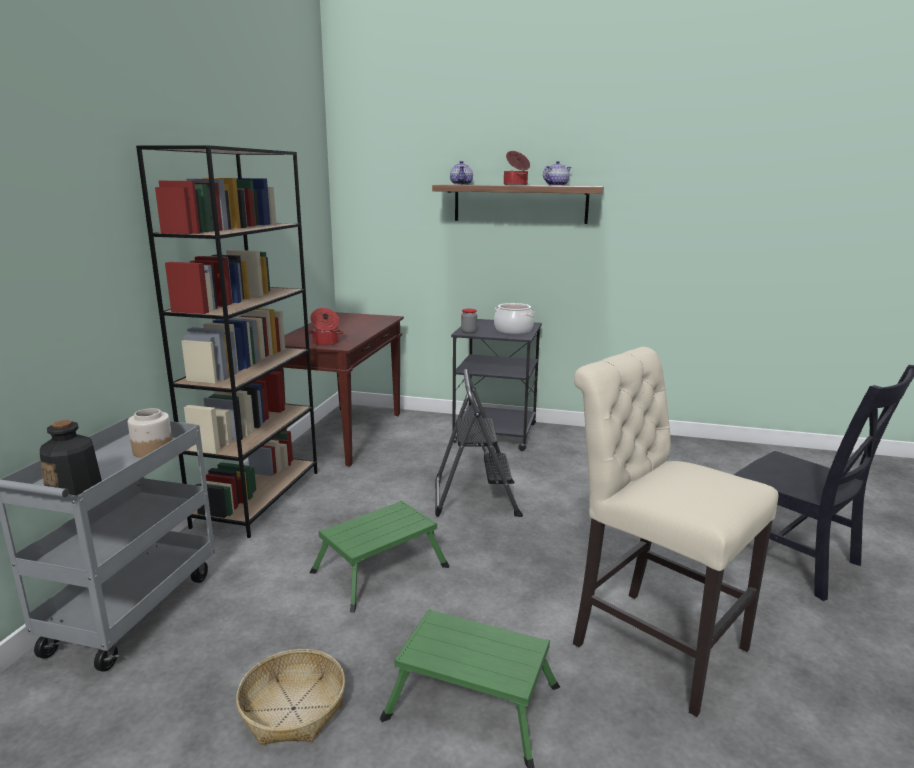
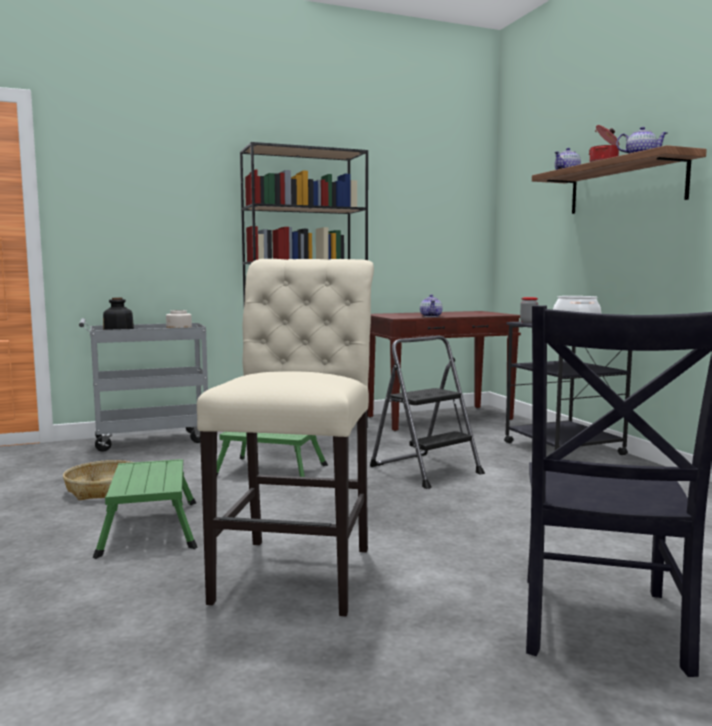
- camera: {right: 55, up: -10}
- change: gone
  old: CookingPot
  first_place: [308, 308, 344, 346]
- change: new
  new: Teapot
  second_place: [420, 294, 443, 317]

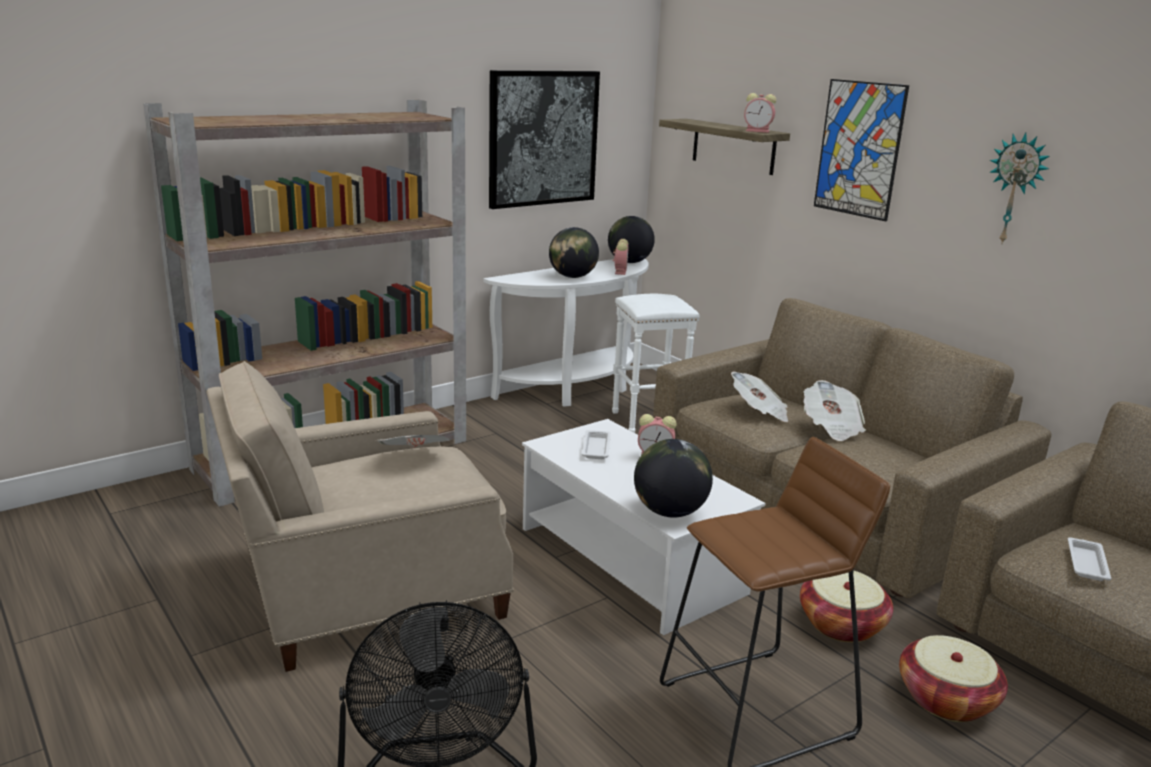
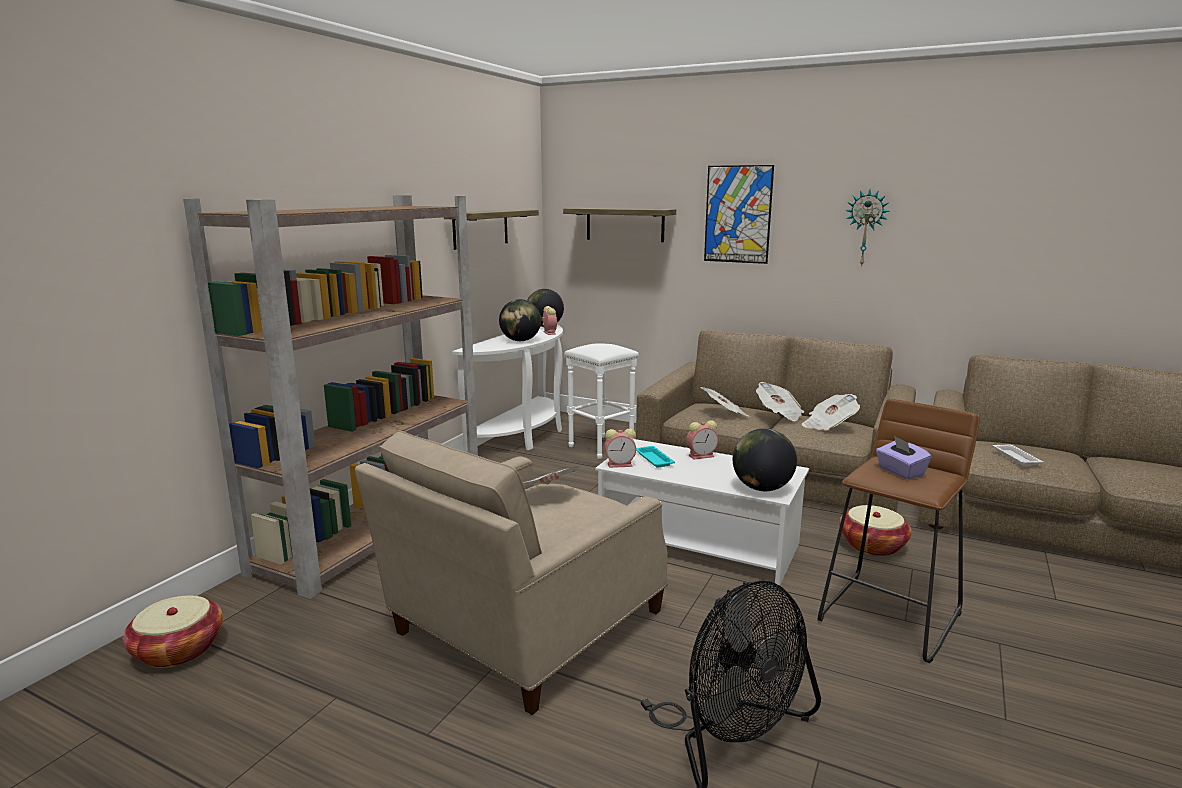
- camera: {right: -25, up: -5}
- change: new
  new: Newspaper
  second_place: [802, 394, 860, 431]
- change: new
  new: PurpleTissueBox
  second_place: [876, 436, 932, 479]
- change: shifted
  old: AlarmClock
  first_place: [744, 93, 776, 133]
  second_place: [604, 429, 636, 468]
- change: shifted
  old: Basket
  first_place: [899, 635, 1008, 722]
  second_place: [123, 596, 223, 668]
- change: swapped
  old: Picture
  new: Shelf
  first_place: [489, 70, 600, 209]
  second_place: [444, 209, 539, 250]
- change: repainted
  old: WhiteTray
  new: TurquoiseTray
  first_place: [582, 430, 611, 459]
  second_place: [636, 446, 675, 468]

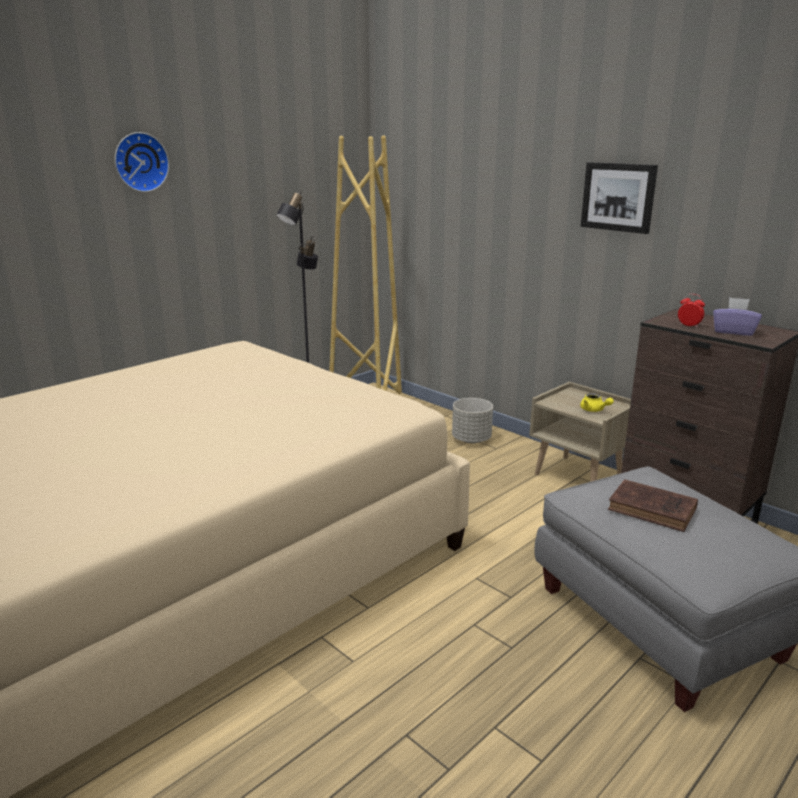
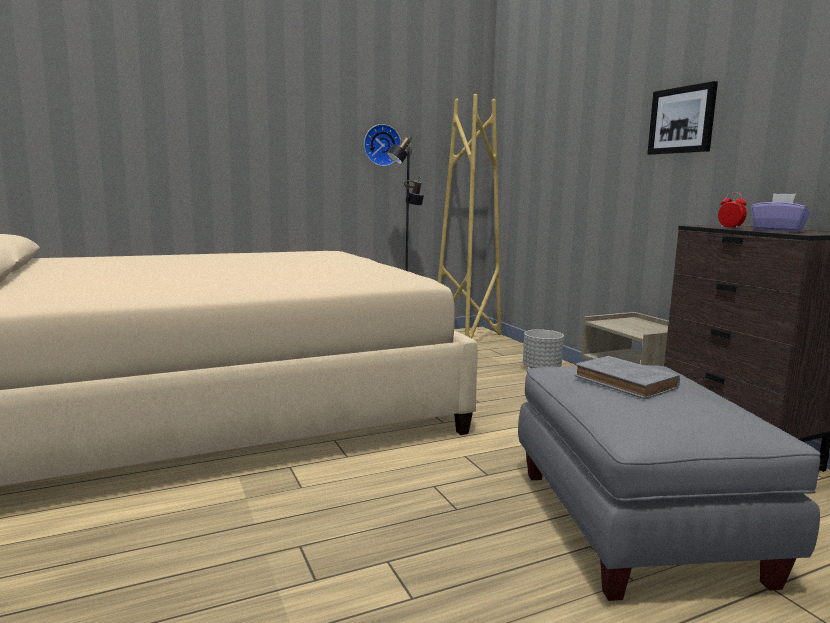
- camera: {right: 20, up: -10}
- change: gone
  old: YellowTeapot
  first_place: [580, 393, 614, 412]
- change: shifted
  old: WallClock
  first_place: [115, 132, 169, 192]
  second_place: [364, 124, 401, 166]
- change: repainted
  old: BrownBook
  new: GreyBook
  first_place: [608, 479, 698, 532]
  second_place: [574, 356, 680, 399]

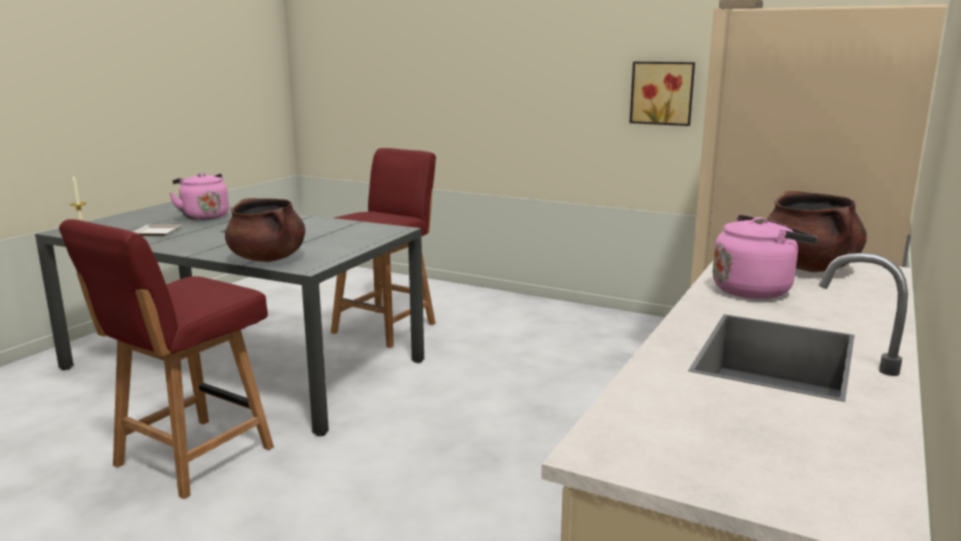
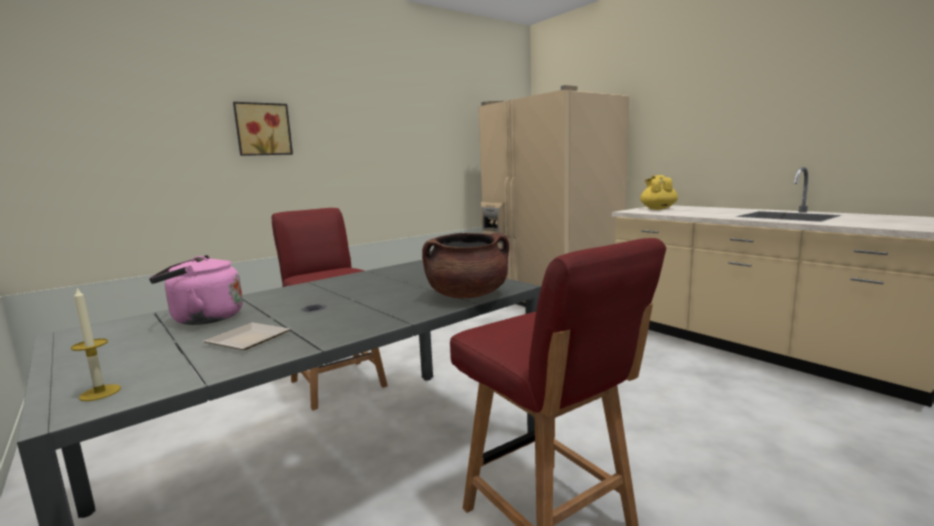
- camera: {right: -65, up: -5}
- change: gone
  old: PinkKettle
  first_place: [712, 215, 817, 299]
- change: shifted
  old: Picture
  first_place: [630, 62, 695, 126]
  second_place: [233, 102, 293, 156]
- change: swapped
  old: BrownCookingPot
  new: YellowTeapot
  first_place: [766, 191, 867, 272]
  second_place: [640, 175, 678, 210]

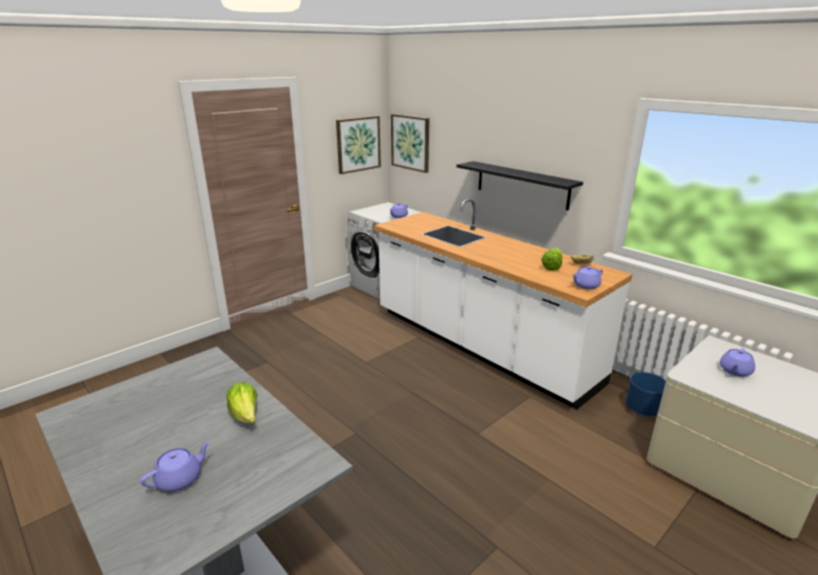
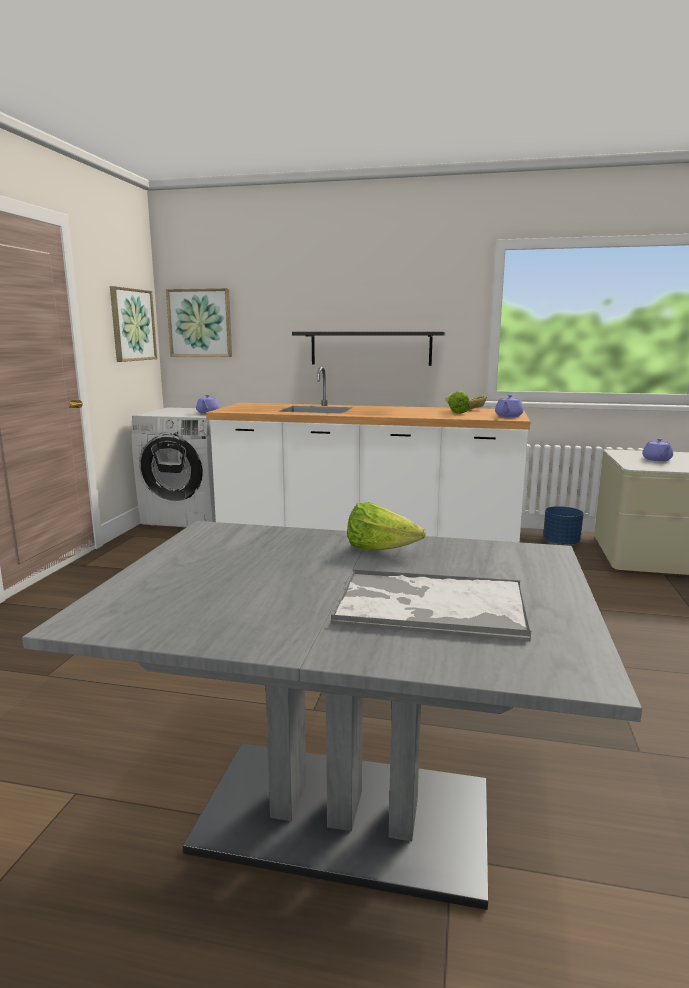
- camera: {right: -35, up: -10}
- change: swapped
  old: PurpleTeapot
  new: Tray
  first_place: [140, 441, 210, 492]
  second_place: [331, 569, 531, 642]

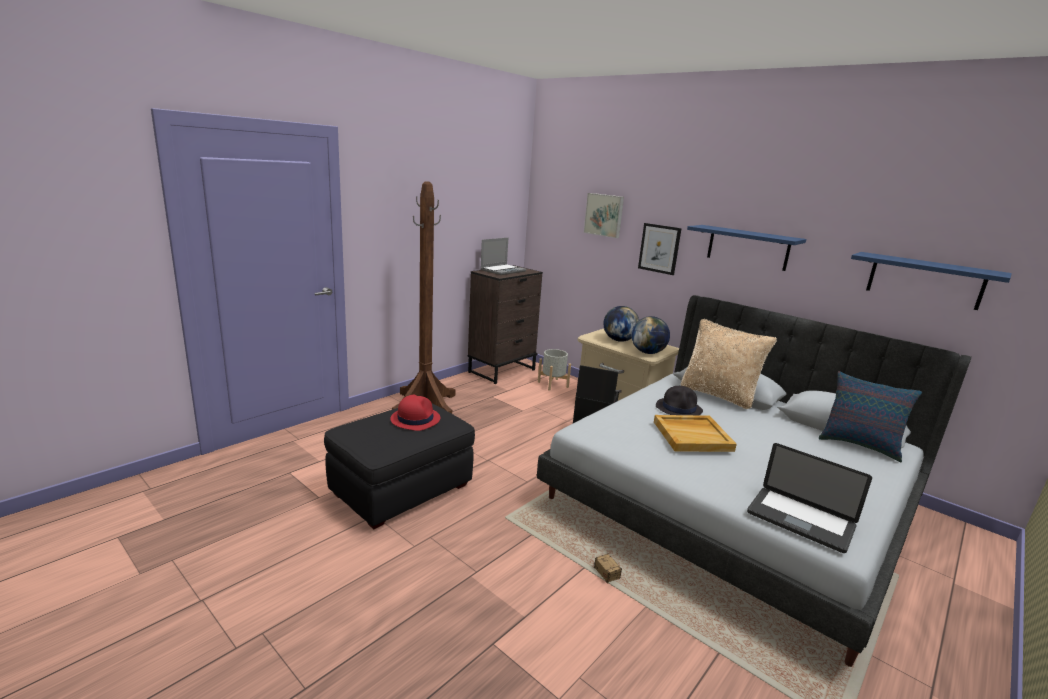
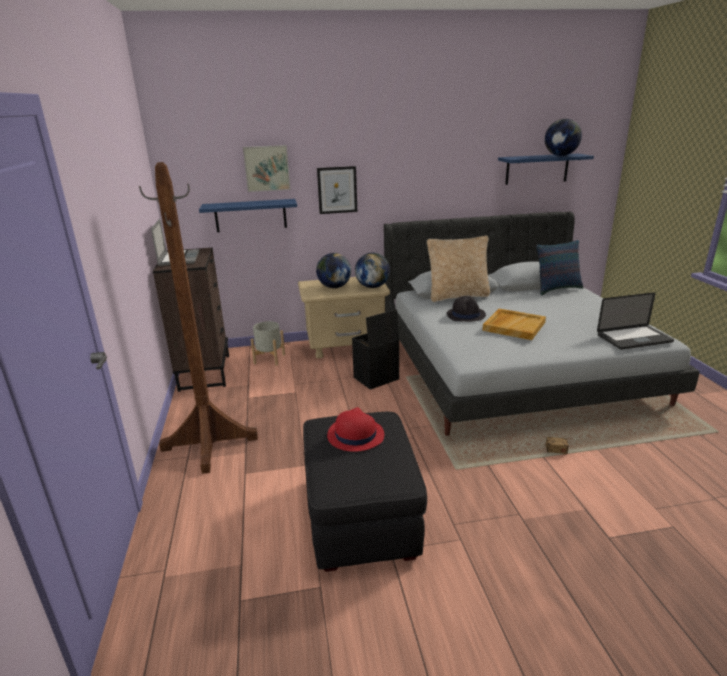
- camera: {right: -50, up: 5}
- change: new
  new: Globe
  second_place: [545, 119, 582, 156]
- change: shifted
  old: BlueShelf
  first_place: [687, 225, 806, 271]
  second_place: [199, 199, 297, 232]

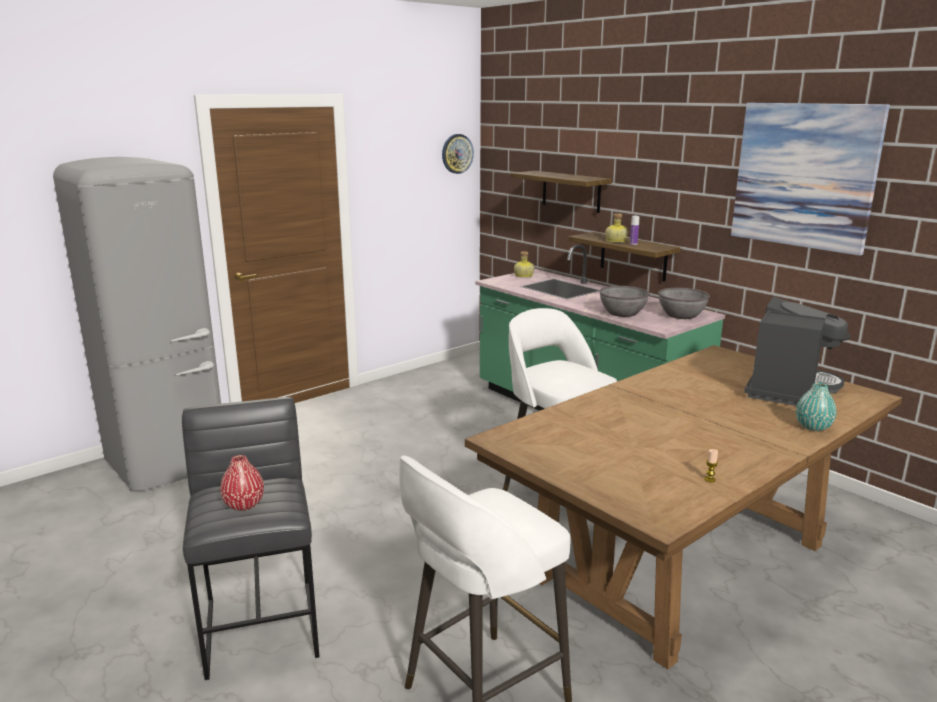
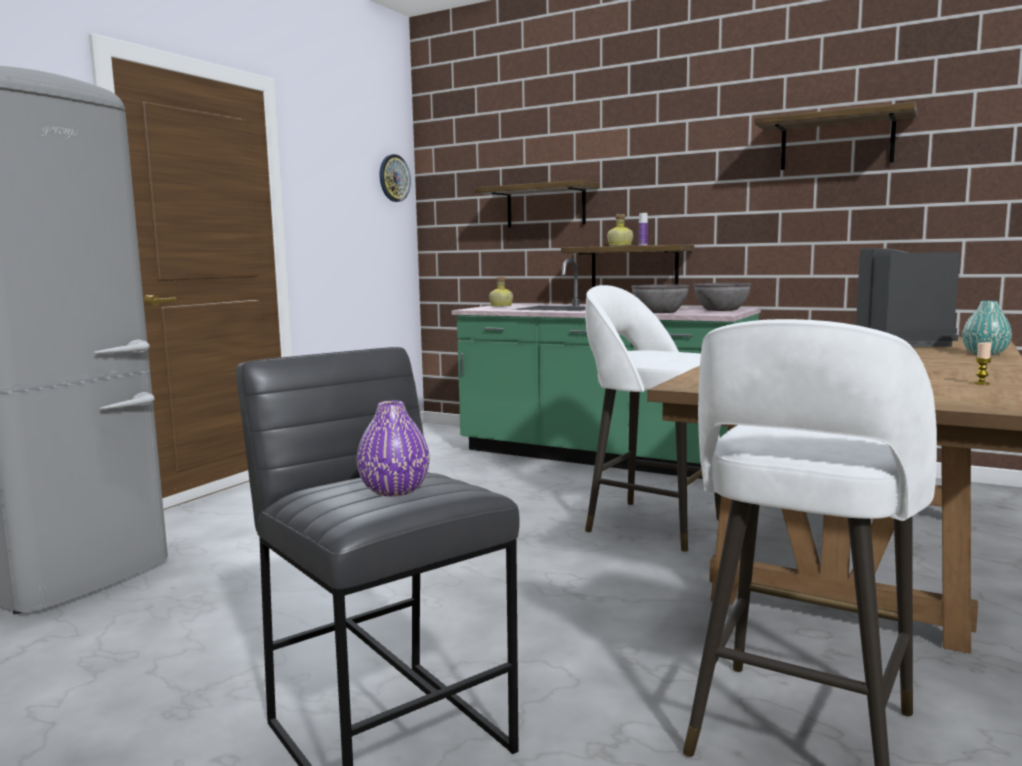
- camera: {right: -20, up: -10}
- change: swapped
  old: Picture
  new: Shelf
  first_place: [731, 103, 890, 256]
  second_place: [754, 102, 917, 170]
- change: repainted
  old: RedVase
  new: PurpleVase
  first_place: [220, 455, 264, 511]
  second_place: [356, 401, 430, 497]

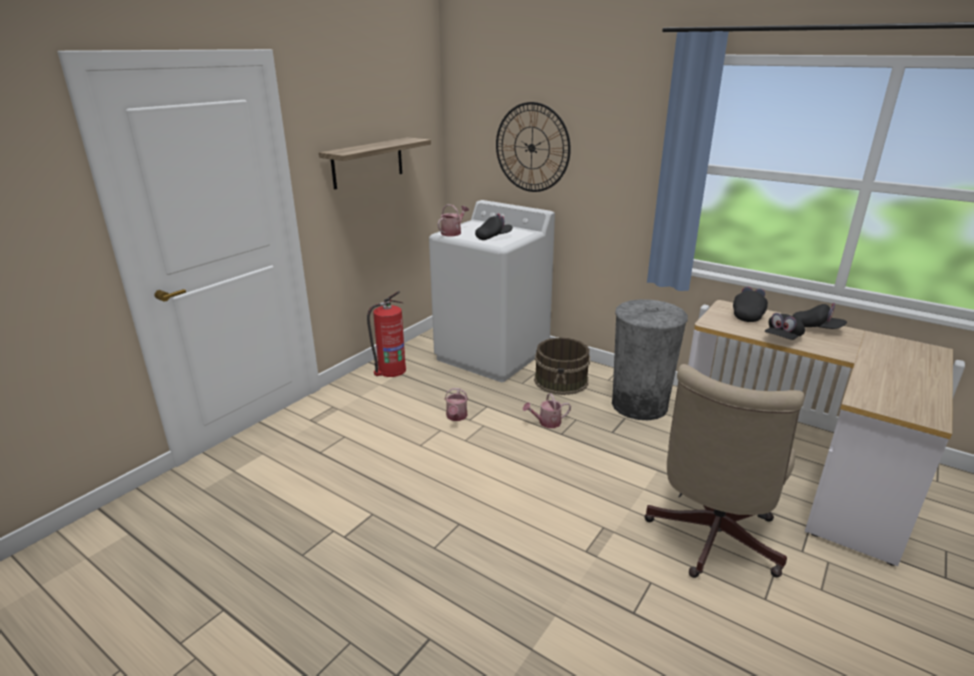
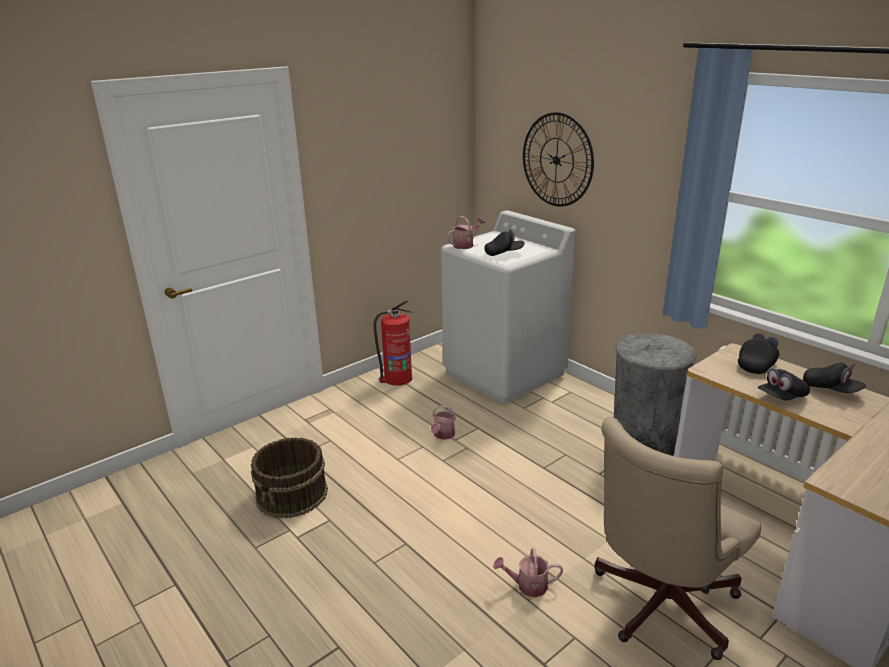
- camera: {right: 15, up: 0}
- change: gone
  old: Shelf
  first_place: [319, 137, 431, 189]
- change: shifted
  old: WateringCan
  first_place: [523, 393, 571, 428]
  second_place: [493, 548, 563, 597]
- change: shifted
  old: BrownBucket
  first_place: [534, 337, 590, 395]
  second_place: [251, 437, 328, 518]

